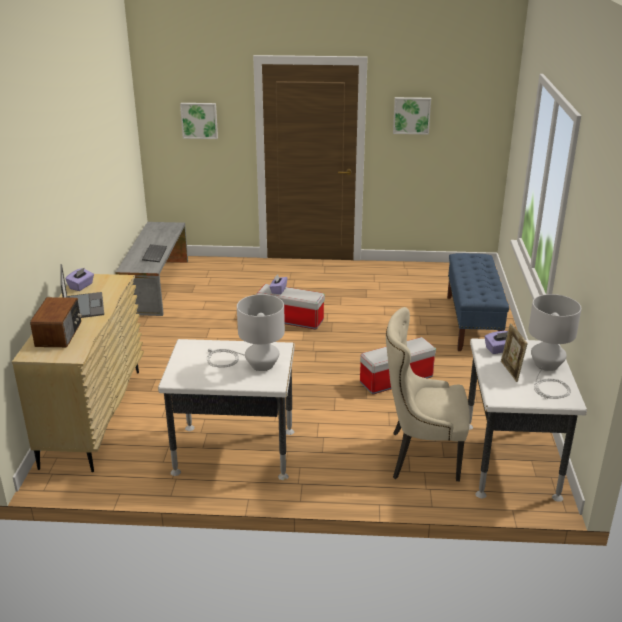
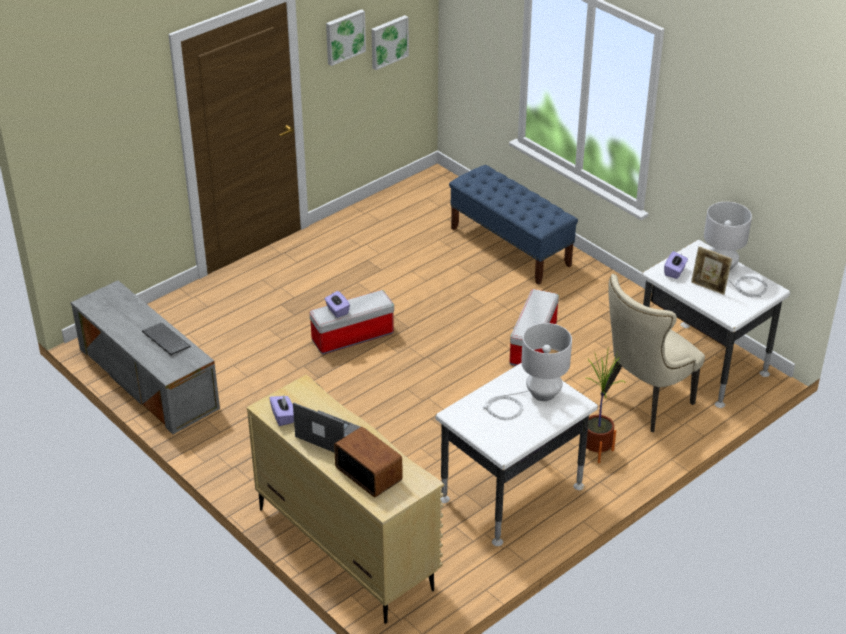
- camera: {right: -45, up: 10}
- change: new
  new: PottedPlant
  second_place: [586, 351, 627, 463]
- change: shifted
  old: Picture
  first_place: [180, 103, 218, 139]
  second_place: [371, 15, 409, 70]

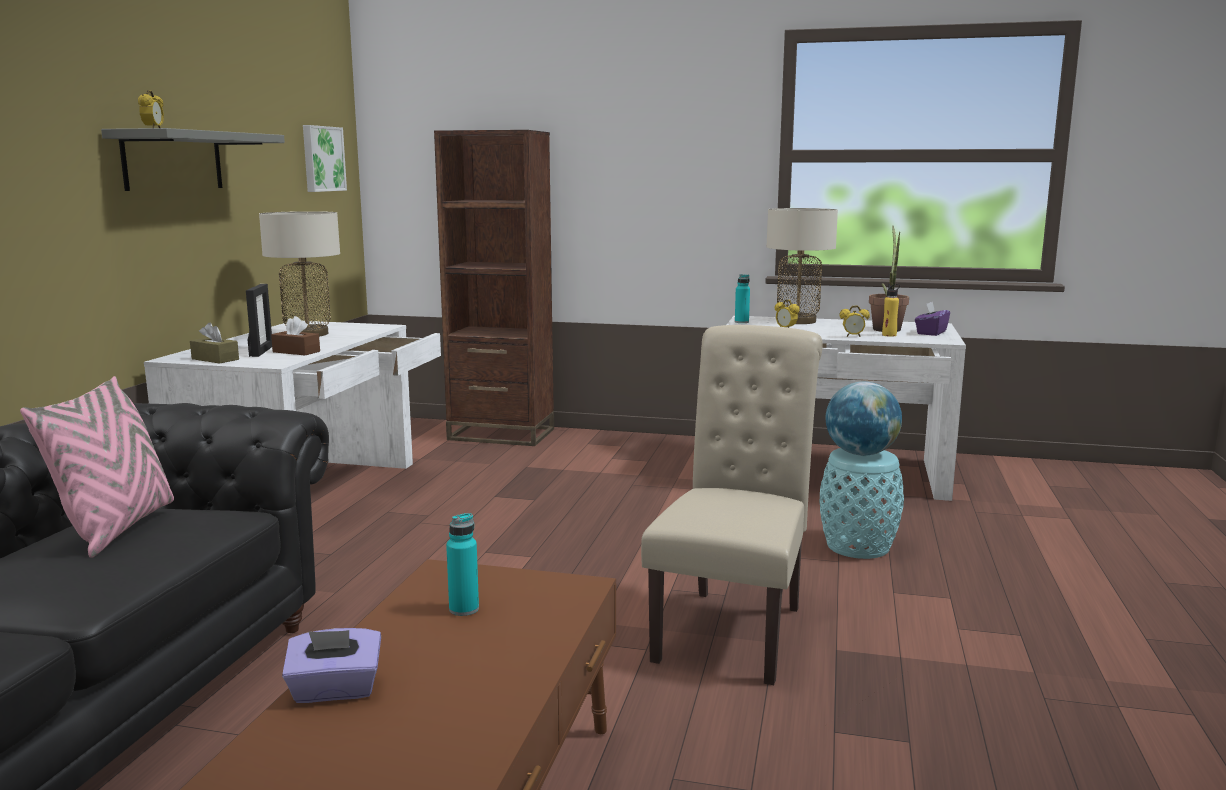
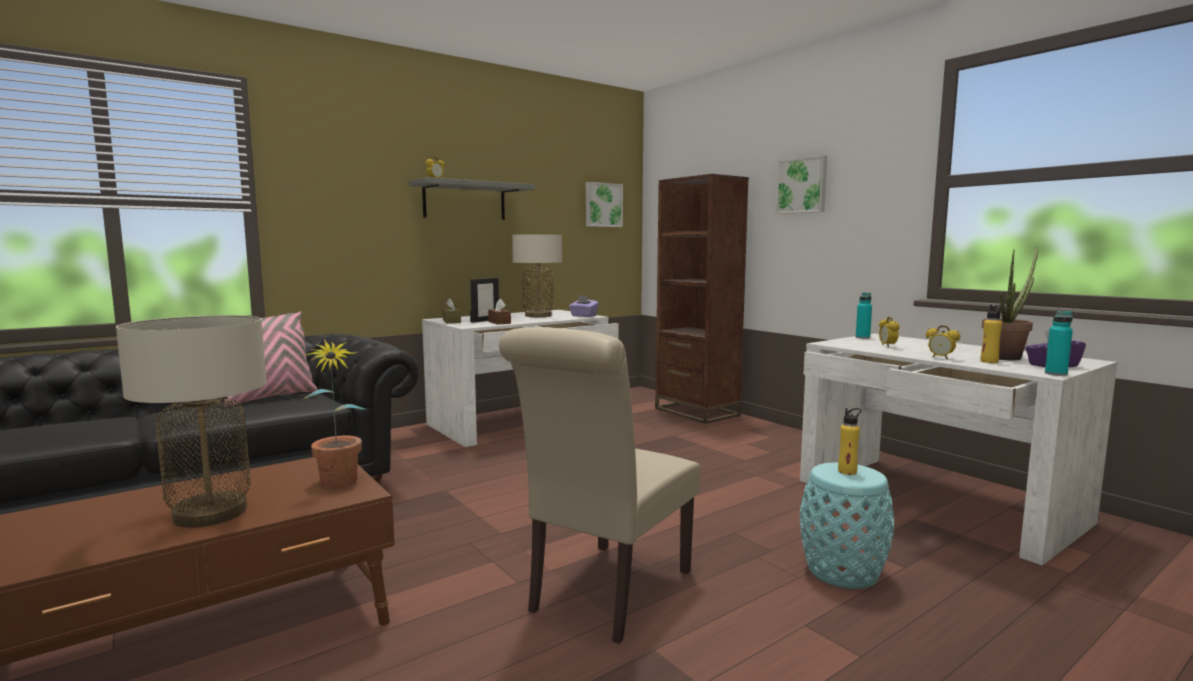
- camera: {right: 40, up: -5}
- change: new
  new: PottedPlant
  second_place: [303, 339, 365, 488]
- change: new
  new: Picture
  second_place: [776, 155, 827, 214]
- change: shifted
  old: PurpleTissueBox
  first_place: [282, 628, 381, 703]
  second_place: [569, 296, 599, 317]
- change: shifted
  old: TurquoiseBottle
  first_place: [446, 513, 479, 616]
  second_place: [1045, 311, 1073, 376]
- change: shifted
  old: TableLamp
  first_place: [766, 208, 838, 324]
  second_place: [116, 315, 267, 527]
- change: swapped
  old: Globe
  new: YellowBottle
  first_place: [826, 381, 902, 456]
  second_place: [838, 408, 861, 475]
- change: rotated
  old: BeigeChair
  first_place: [641, 325, 823, 685]
  second_place: [499, 327, 701, 644]
  degrees: 150

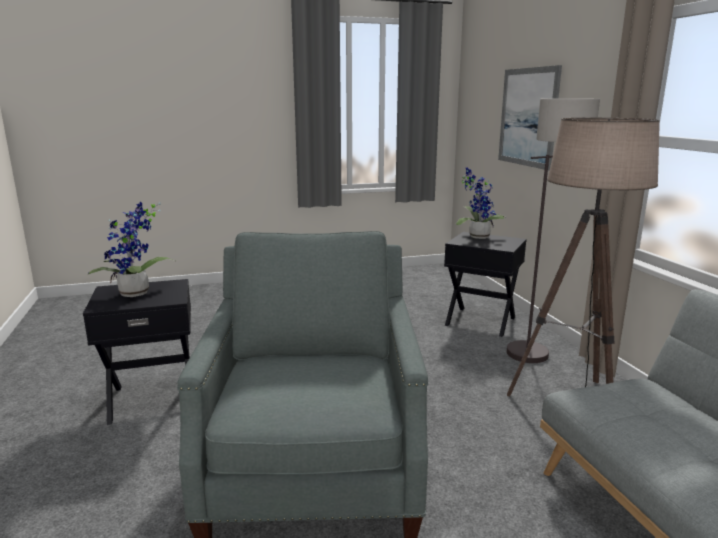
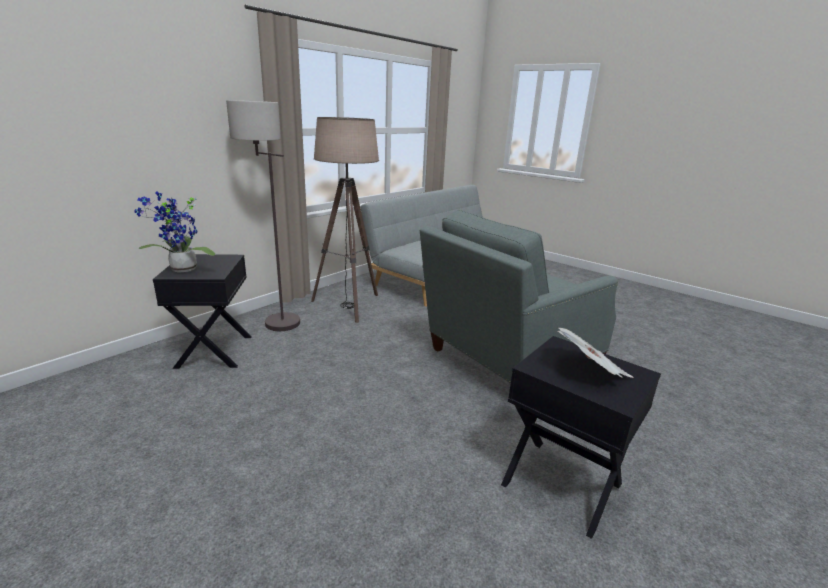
- camera: {right: -125, up: 5}
- change: gone
  old: Picture
  first_place: [498, 65, 562, 170]
- change: swapped
  old: PottedPlant
  new: Newspaper
  first_place: [88, 202, 175, 297]
  second_place: [558, 328, 634, 378]

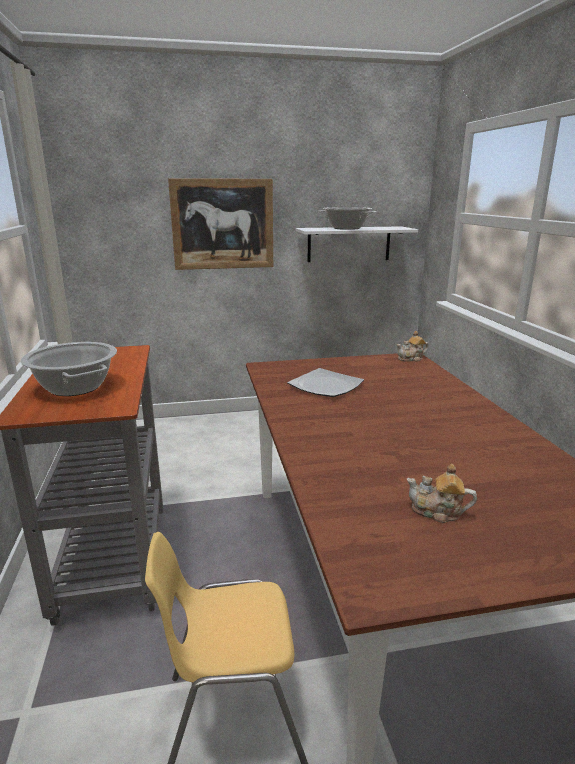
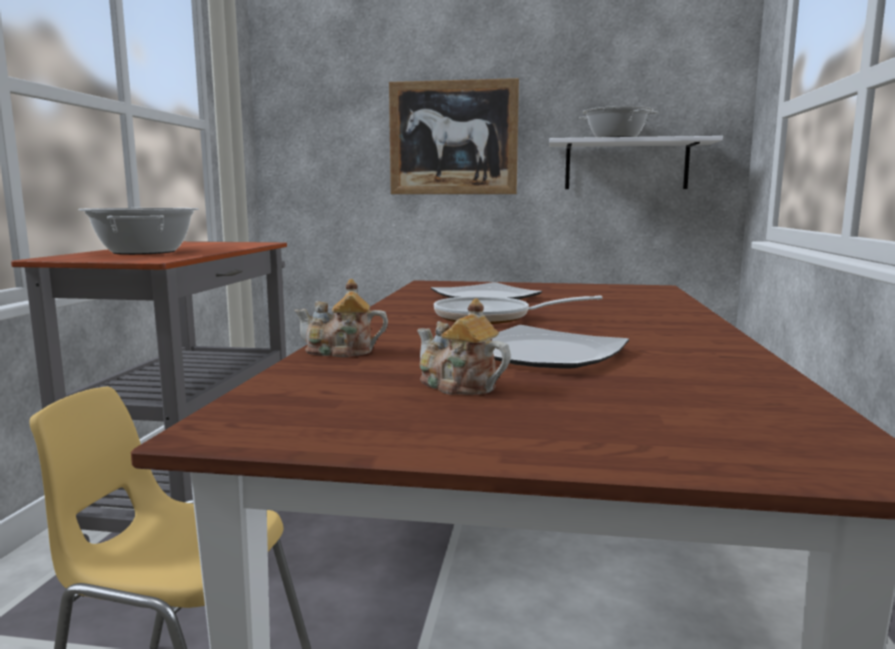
- camera: {right: 20, up: -10}
- change: new
  new: FryingPan
  second_place: [434, 296, 602, 324]
- change: new
  new: Plate
  second_place: [492, 325, 629, 369]
- change: shifted
  old: Teapot
  first_place: [397, 331, 429, 362]
  second_place: [295, 279, 388, 357]

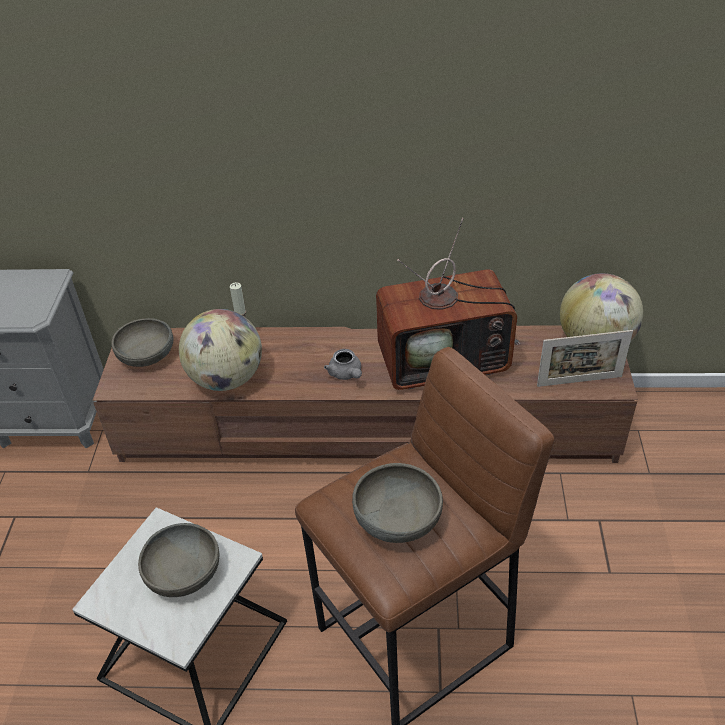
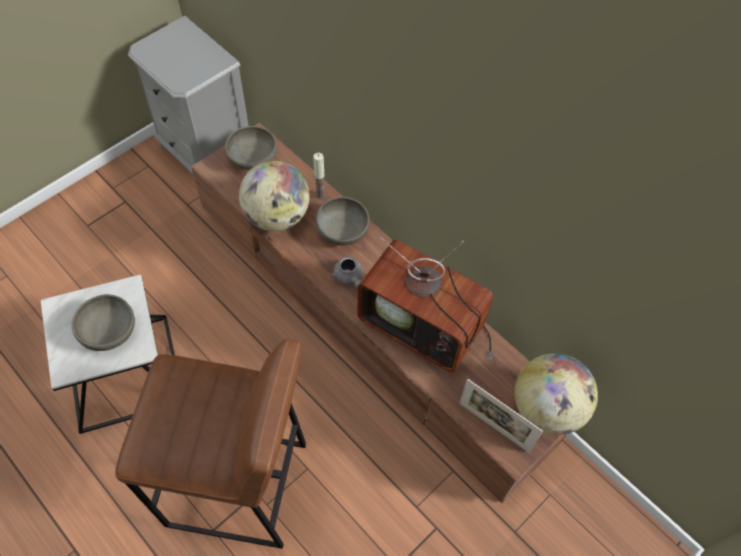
- camera: {right: 40, up: 15}
- change: shifted
  old: GreyBowl
  first_place: [352, 463, 443, 543]
  second_place: [316, 197, 370, 245]
- change: rotated
  old: GreyTeapot
  first_place: [324, 349, 362, 380]
  second_place: [330, 256, 363, 288]
  degrees: -45

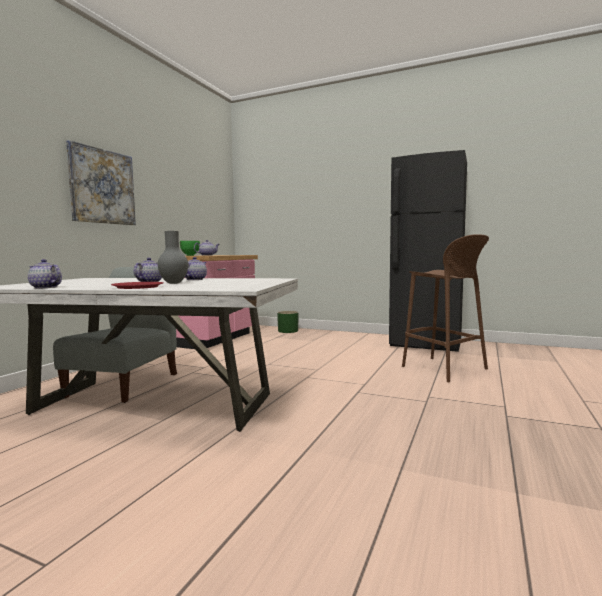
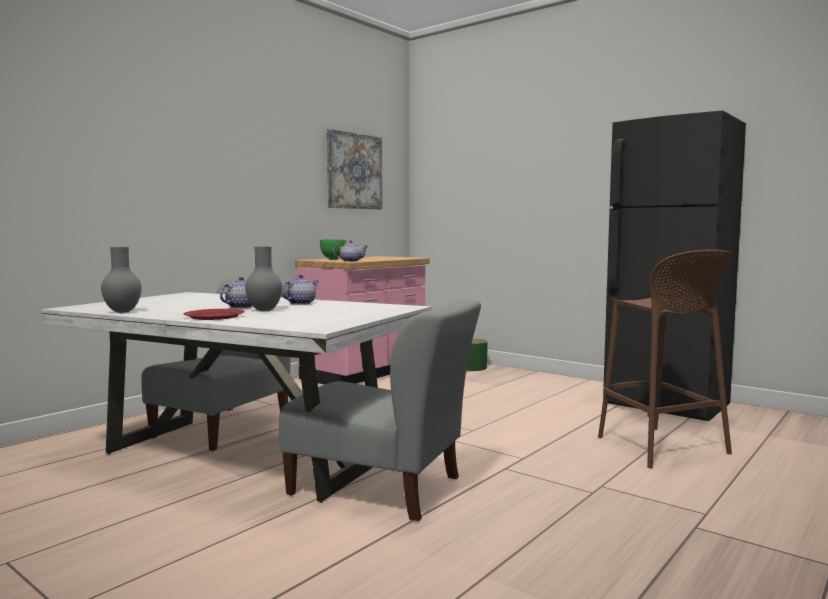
- camera: {right: 15, up: 0}
- change: new
  new: GreyChair
  second_place: [279, 299, 481, 521]
- change: shifted
  old: Picture
  first_place: [66, 140, 136, 225]
  second_place: [327, 129, 382, 209]
- change: swapped
  old: Teapot
  new: GreyVase
  first_place: [28, 259, 62, 289]
  second_place: [101, 247, 142, 313]

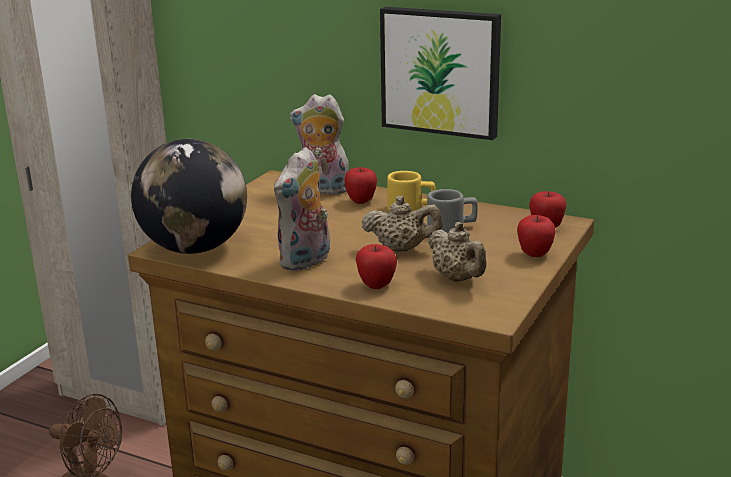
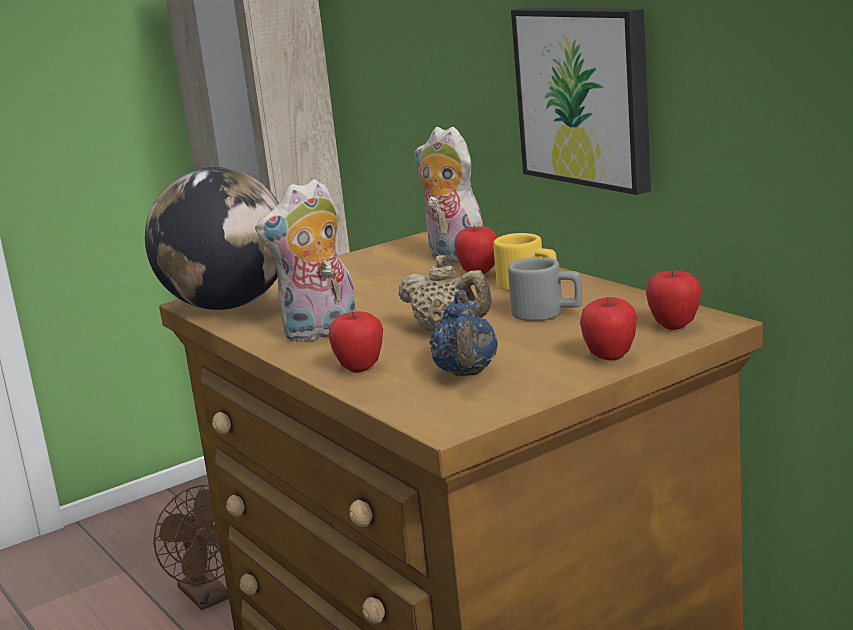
- camera: {right: 30, up: -5}
- change: repainted
  old: BeigeTeapot
  new: BlueTeapot
  first_place: [428, 222, 487, 282]
  second_place: [429, 290, 498, 376]

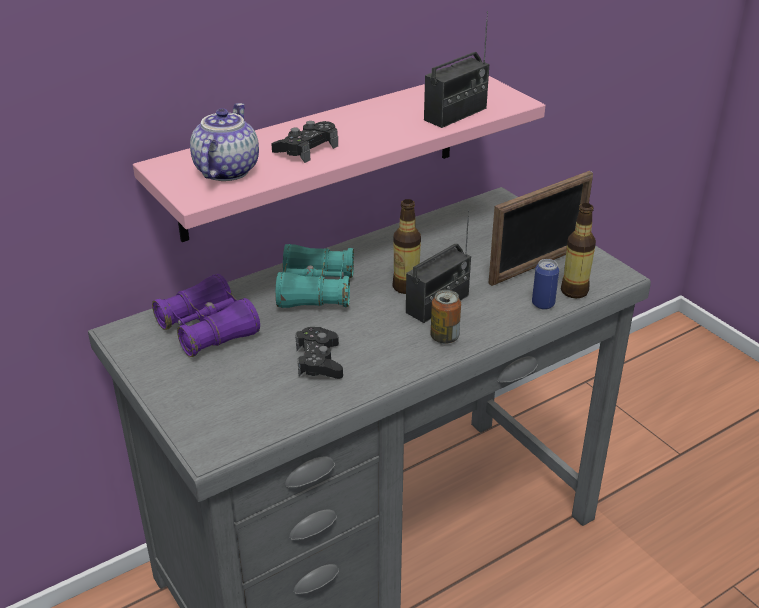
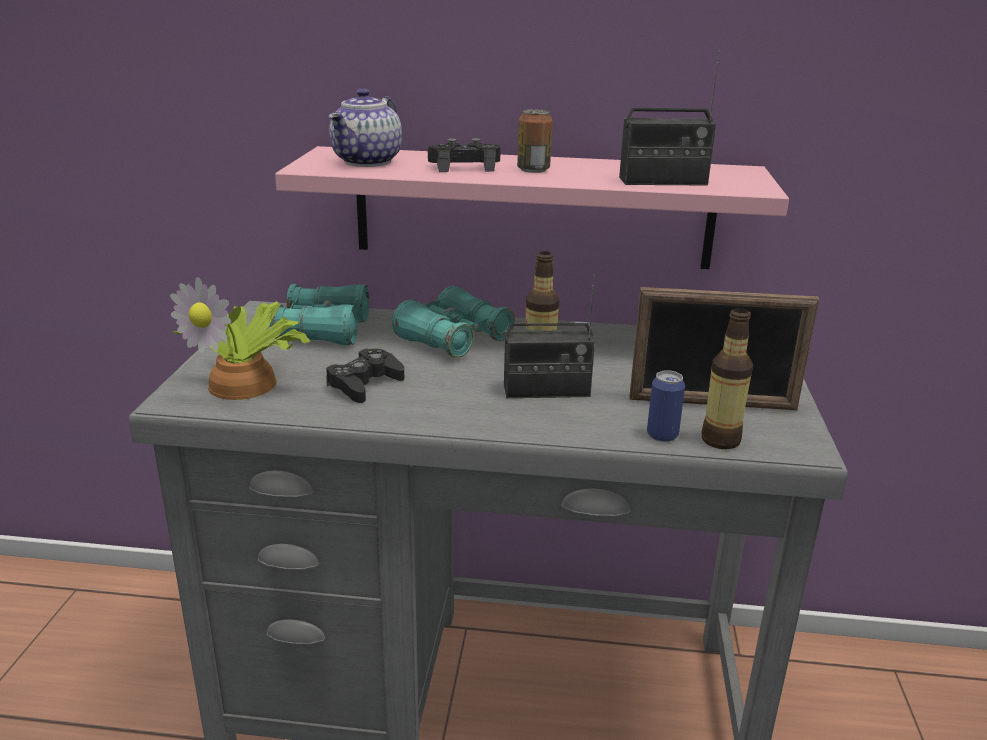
- camera: {right: 40, up: -10}
- change: new
  new: PottedPlant
  second_place: [170, 277, 310, 400]
- change: shifted
  old: Can
  first_place: [431, 290, 461, 344]
  second_place: [517, 109, 553, 173]
- change: repainted
  old: PurpleBinoculars
  new: TurquoiseBinoculars
  first_place: [152, 274, 260, 357]
  second_place: [270, 284, 369, 345]
- change: rotated
  old: Teapot
  first_place: [190, 103, 259, 181]
  second_place: [329, 88, 402, 167]
  degrees: 150

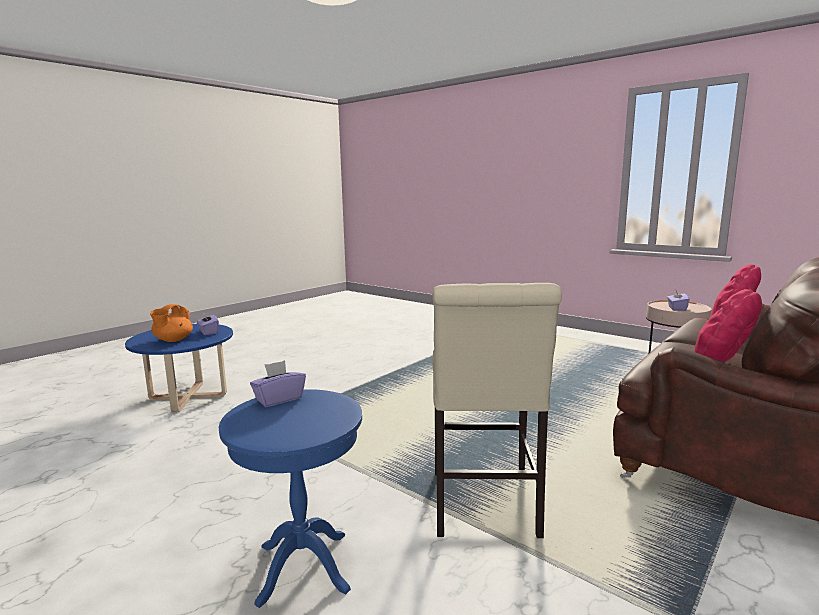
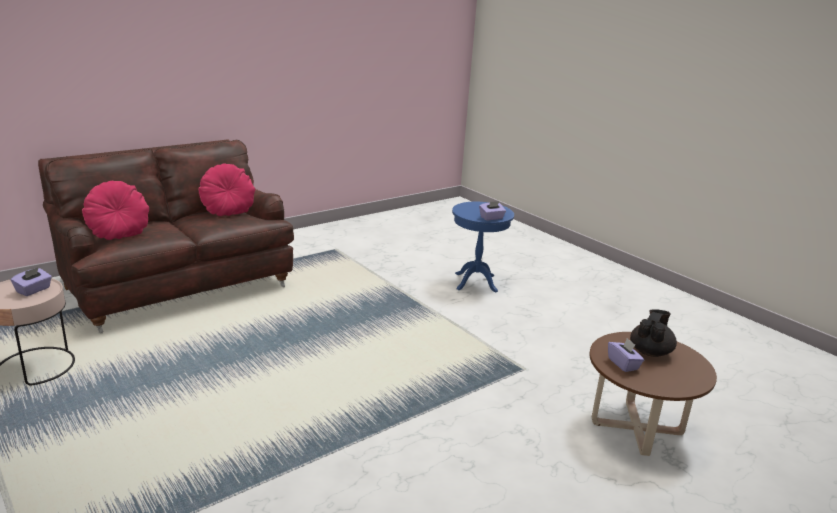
- camera: {right: -170, up: 10}
- change: gone
  old: BeigeStool
  first_place: [433, 283, 562, 538]
- change: repainted
  old: BlueCoffeeTable
  new: BrownCoffeeTable
  first_place: [125, 324, 233, 412]
  second_place: [589, 332, 717, 456]
- change: repainted
  old: OrangeTeapot
  new: BlackTeapot
  first_place: [150, 304, 193, 342]
  second_place: [630, 309, 677, 357]

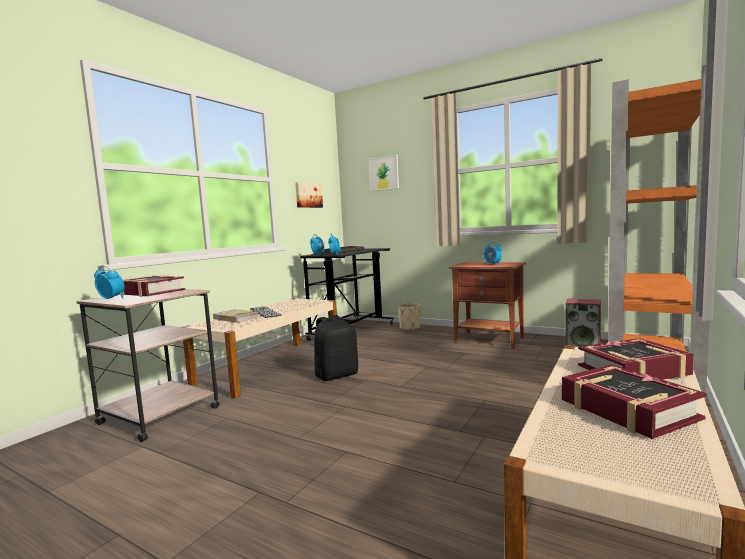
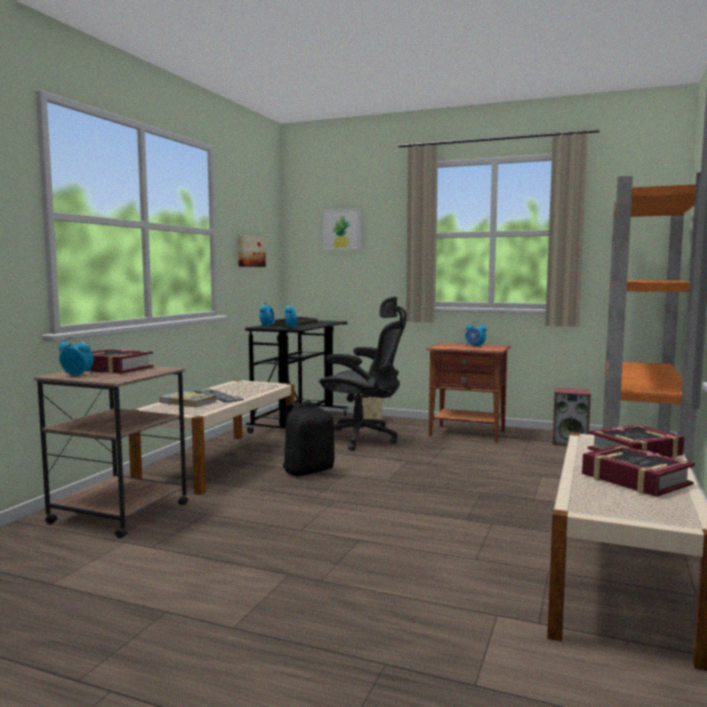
- camera: {right: -10, up: 0}
- change: new
  new: OfficeChair
  second_place: [319, 297, 407, 451]

